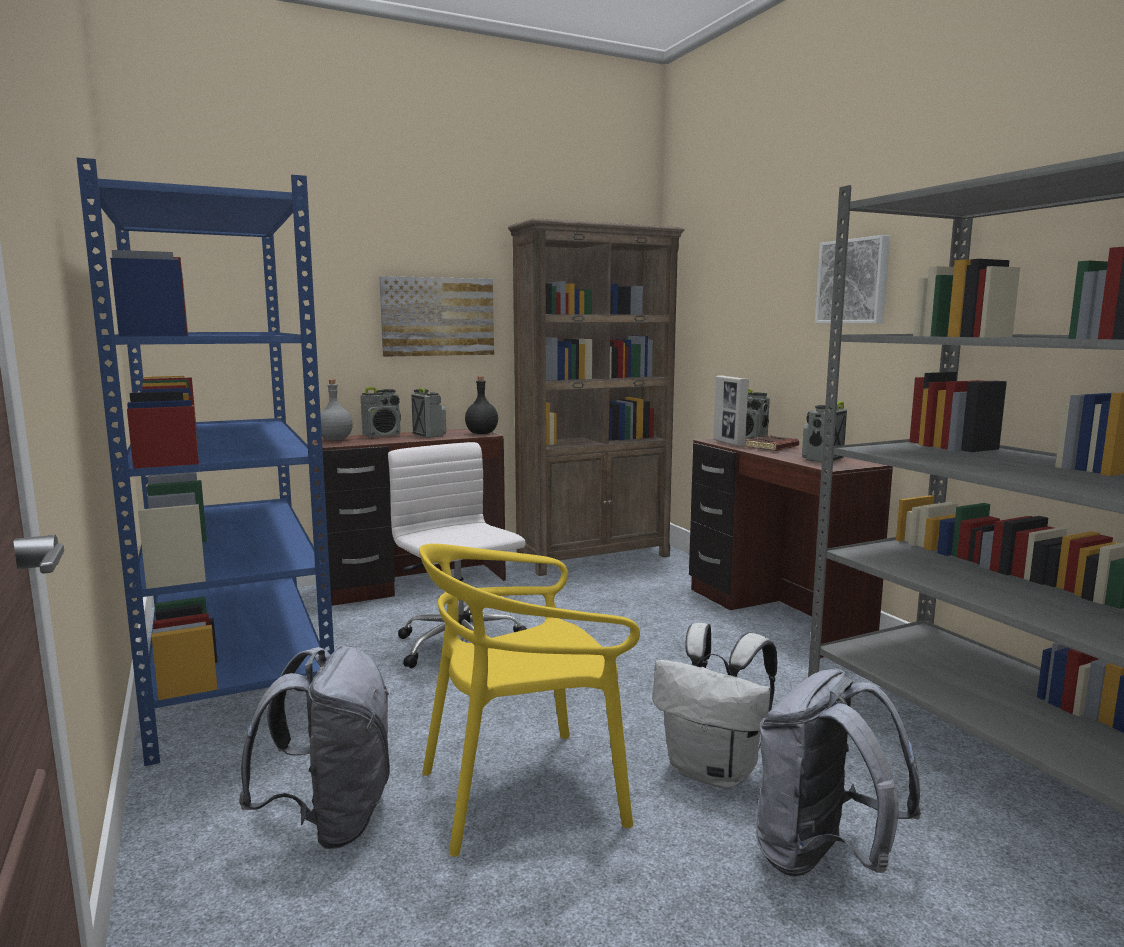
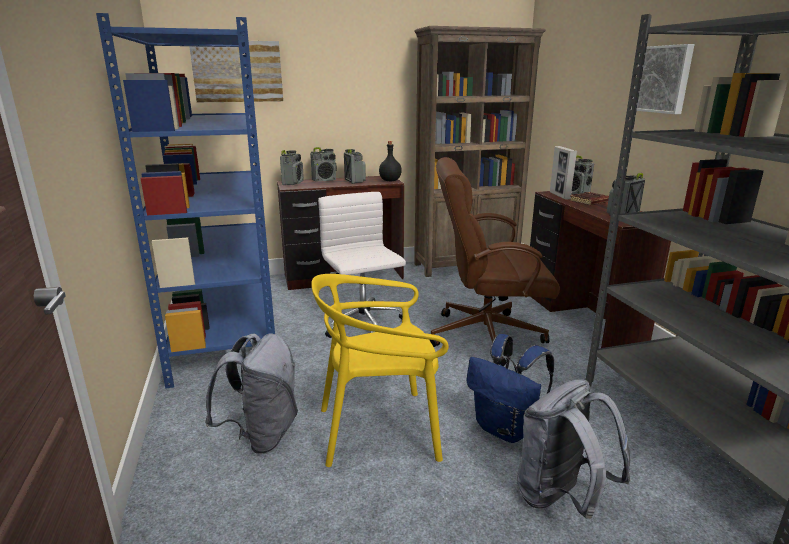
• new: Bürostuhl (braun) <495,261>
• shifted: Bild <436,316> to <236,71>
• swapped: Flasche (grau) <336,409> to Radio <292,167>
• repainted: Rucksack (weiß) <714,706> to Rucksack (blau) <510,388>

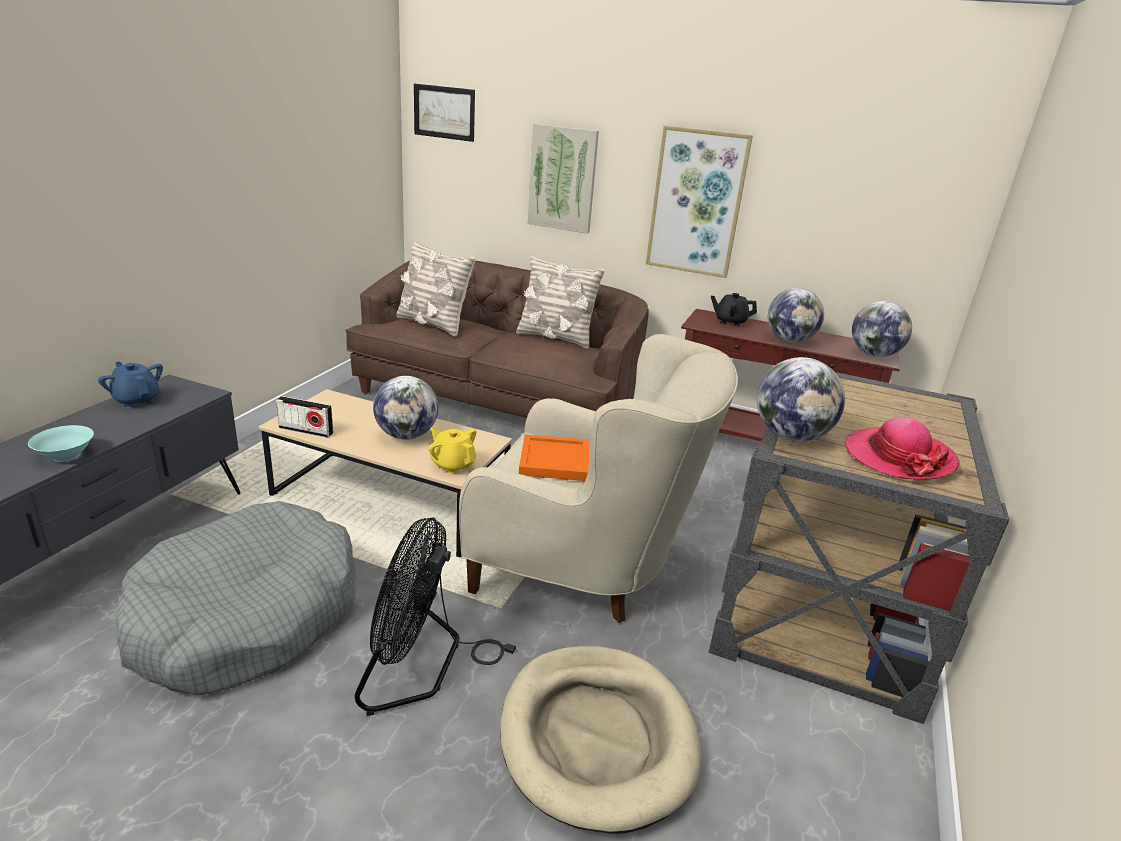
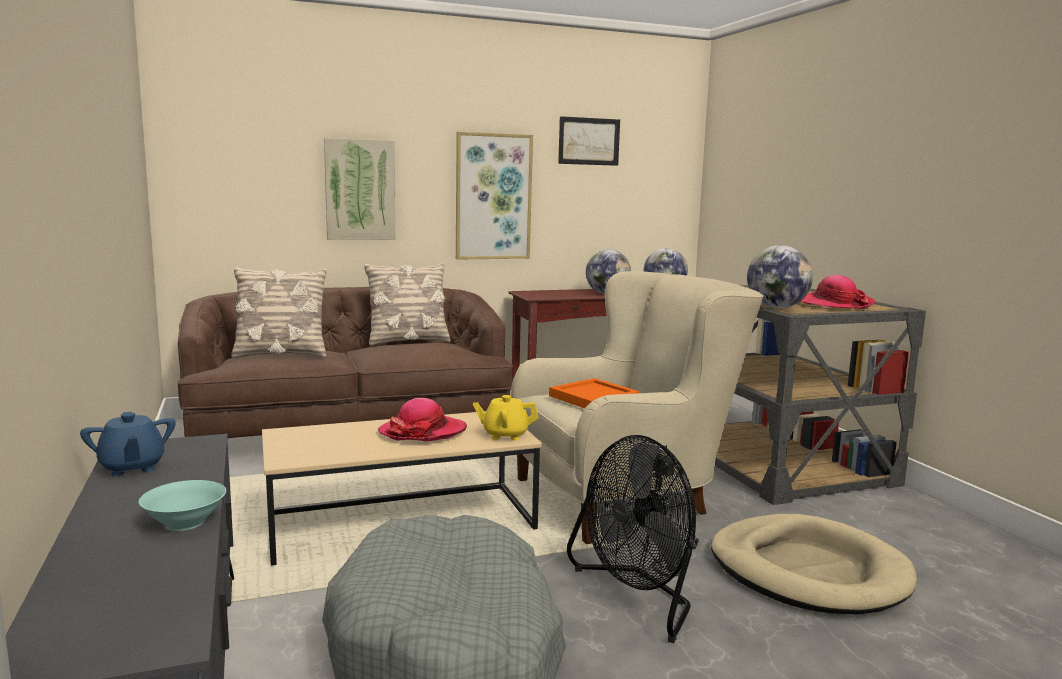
• gone: Radio <304,417>
• gone: Teekanne (schwarz) <734,310>
• shifted: Bild <444,113> to <589,141>
• swapped: Globus <405,408> to Hut <422,419>
• rotated: Teekanne (blau) <130,385> = <128,444> 120 degrees counterclockwise

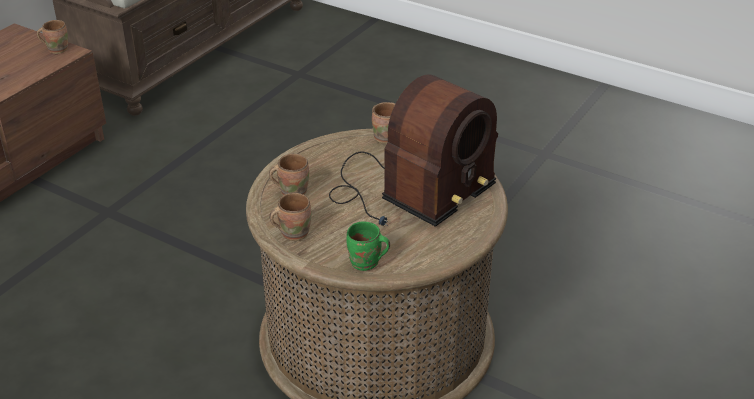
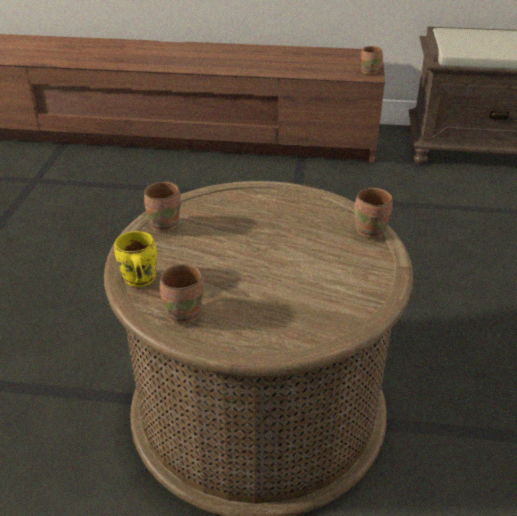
• gone: Radio <413,151>
• shifted: Henkelbecher (braun) <289,174> to <182,294>
• repainted: Henkelbecher (grün) <368,246> to Henkelbecher (gelb) <135,259>

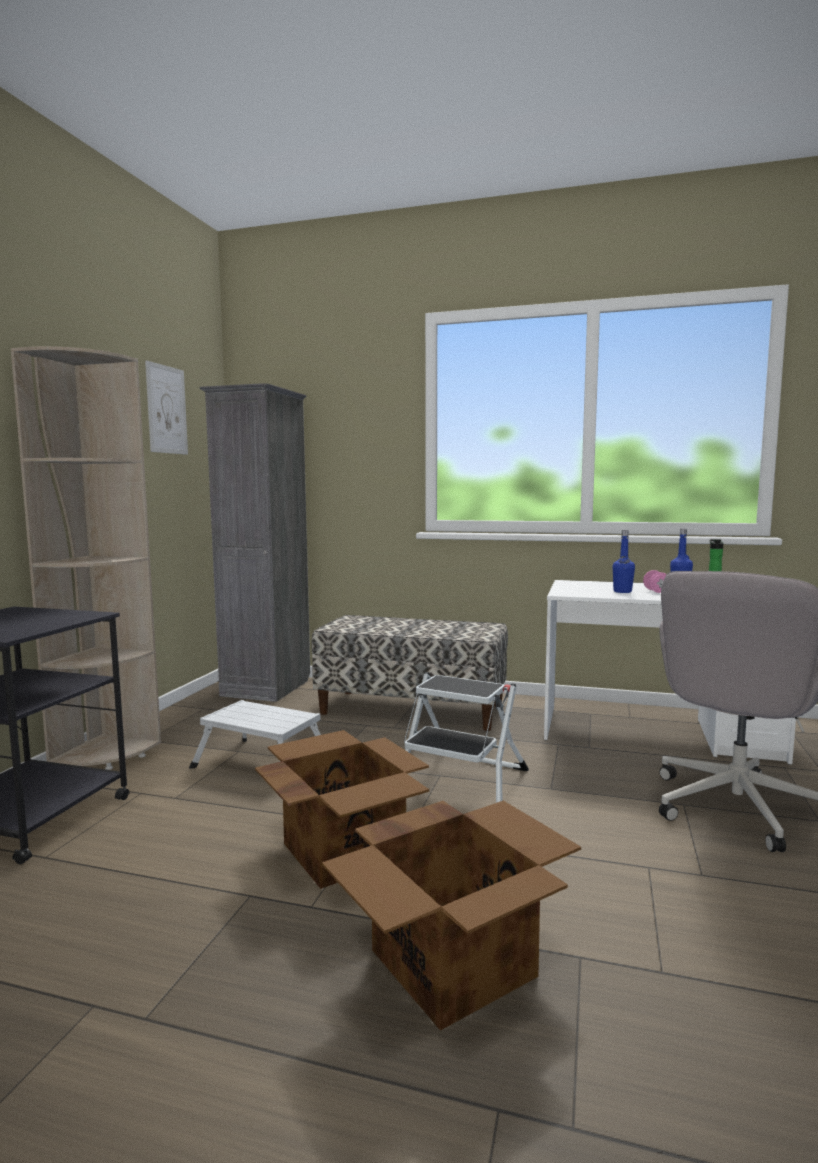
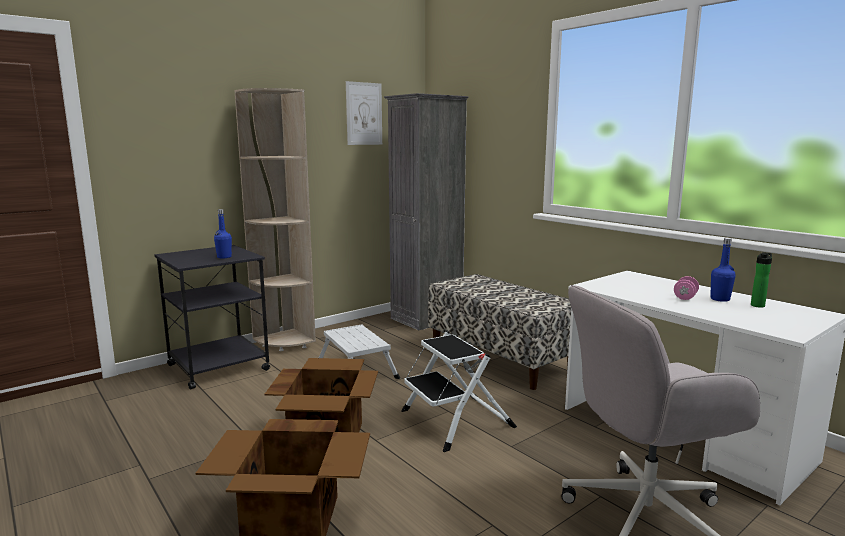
• shifted: Flasche (blau) <624,561> to <223,234>

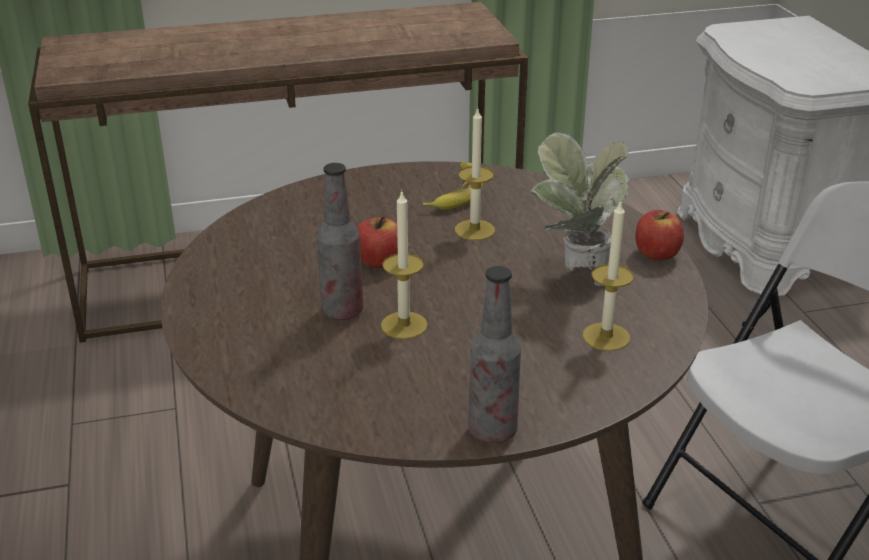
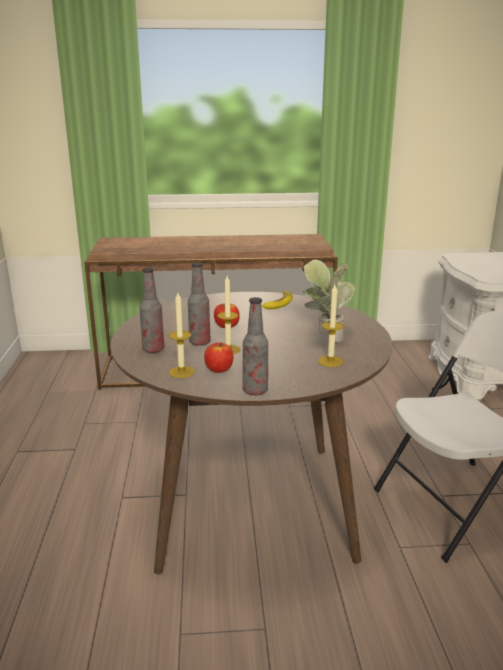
• new: Flasche <151,310>
• shifted: Kerze <475,173> to <182,335>
• shifted: Apfel <660,235> to <218,357>

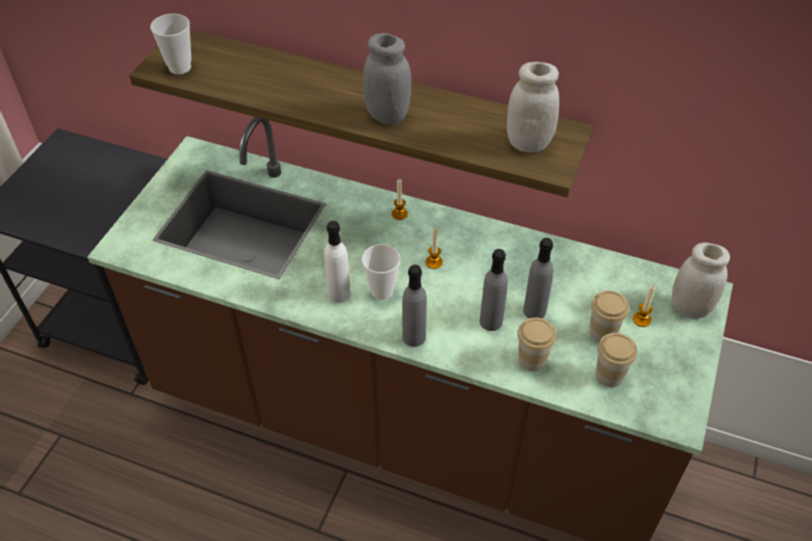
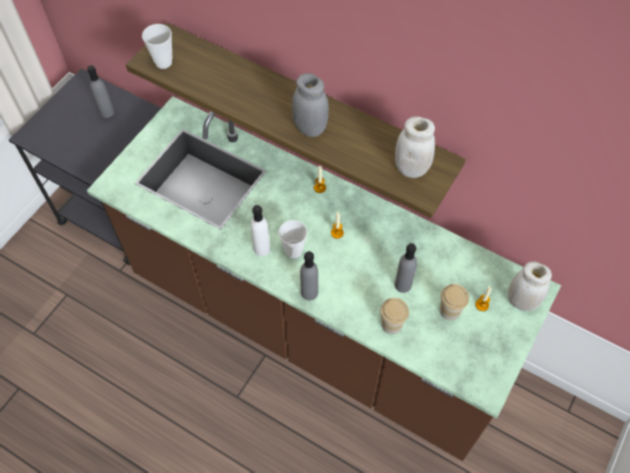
• gone: Tasse <616,360>
• shifted: Flasche (grau) <494,290> to <100,91>

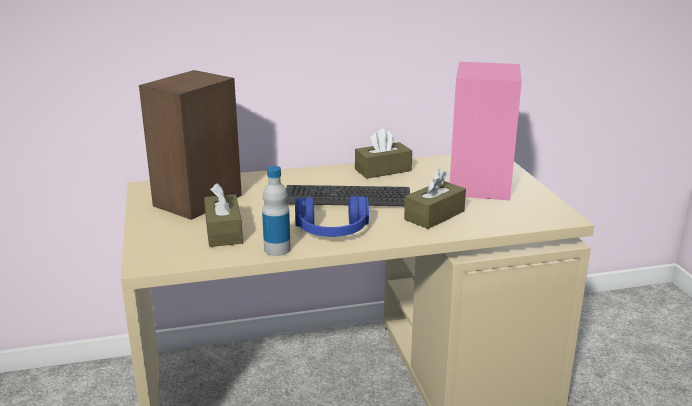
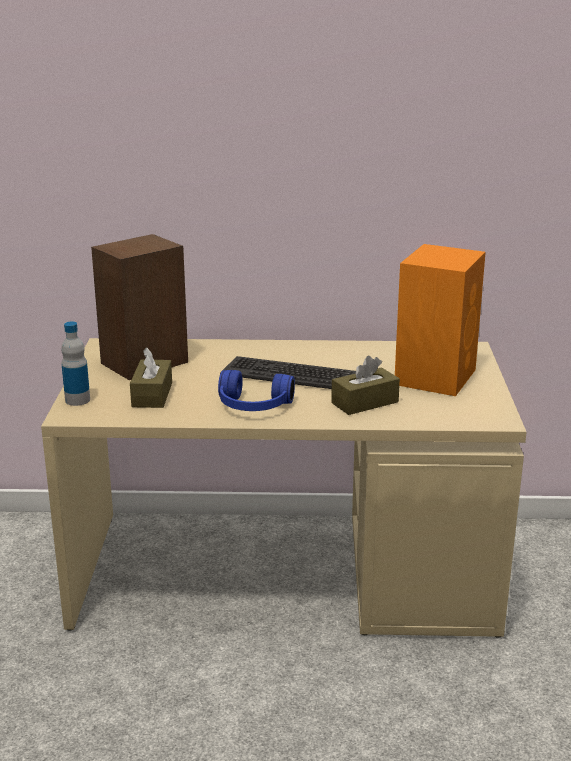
• gone: Taschentuchbox (braun) <383,153>
• shifted: Flasche <276,211> to <75,364>
• repainted: Lautsprecher (rosa) <486,131> to Lautsprecher (orange) <440,320>

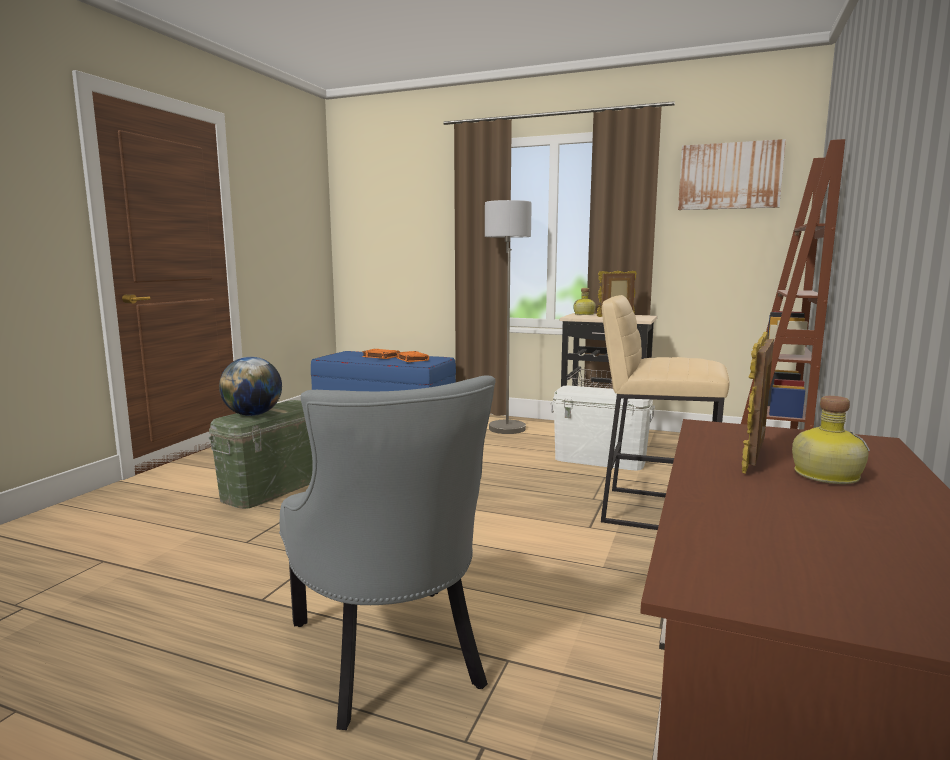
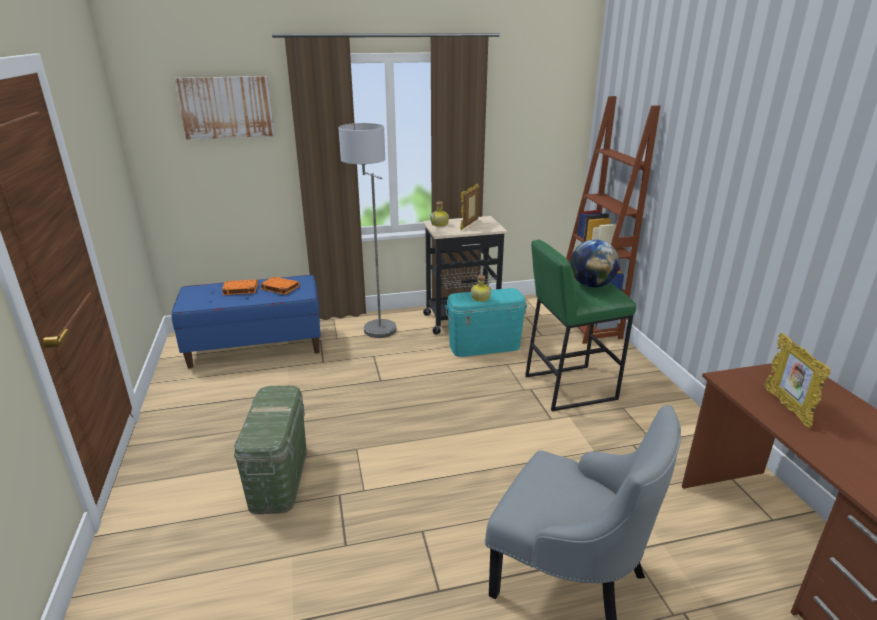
• shifted: Globus <250,386> to <595,263>
• shifted: Bild <732,174> to <225,108>
• shifted: Flasche <831,440> to <481,288>
• repainted: Aufbewahrungsbox (weiß) <603,428> to Aufbewahrungsbox (türkis) <486,322>
• repainted: Hocker (beige) <665,412> to Hocker (grün) <580,325>

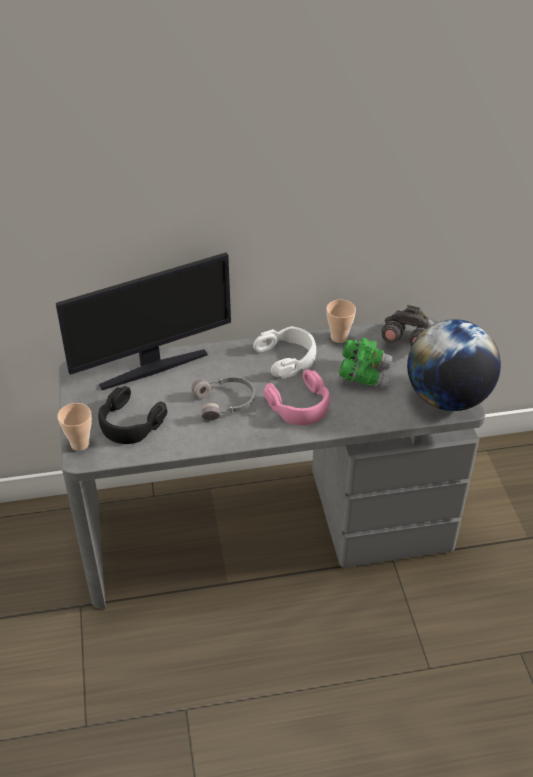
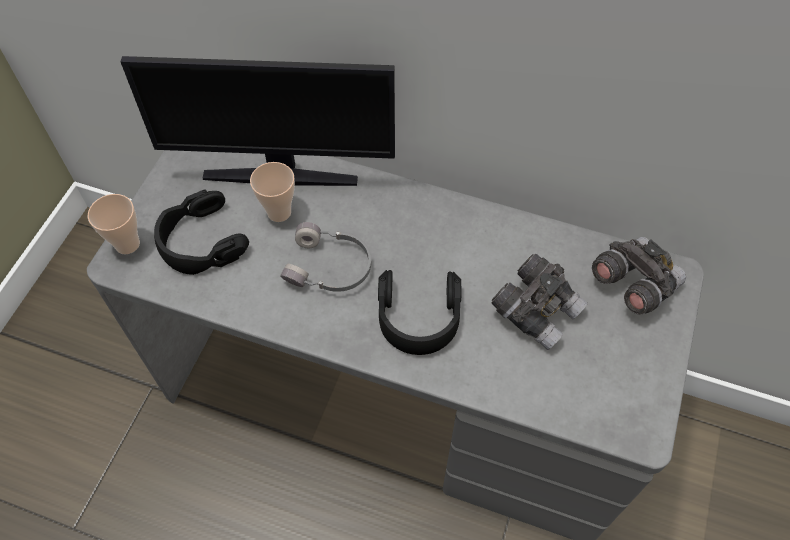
• gone: Kopfhörer (weiß) <284,352>
• gone: Globus <454,365>
• shifted: Tasse <341,321> to <272,192>
• repainted: Kopfhörer (rosa) <297,397> to Kopfhörer (schwarz) <419,312>
• repainted: Fernglas (grün) <365,363> to Fernglas (grau) <539,302>

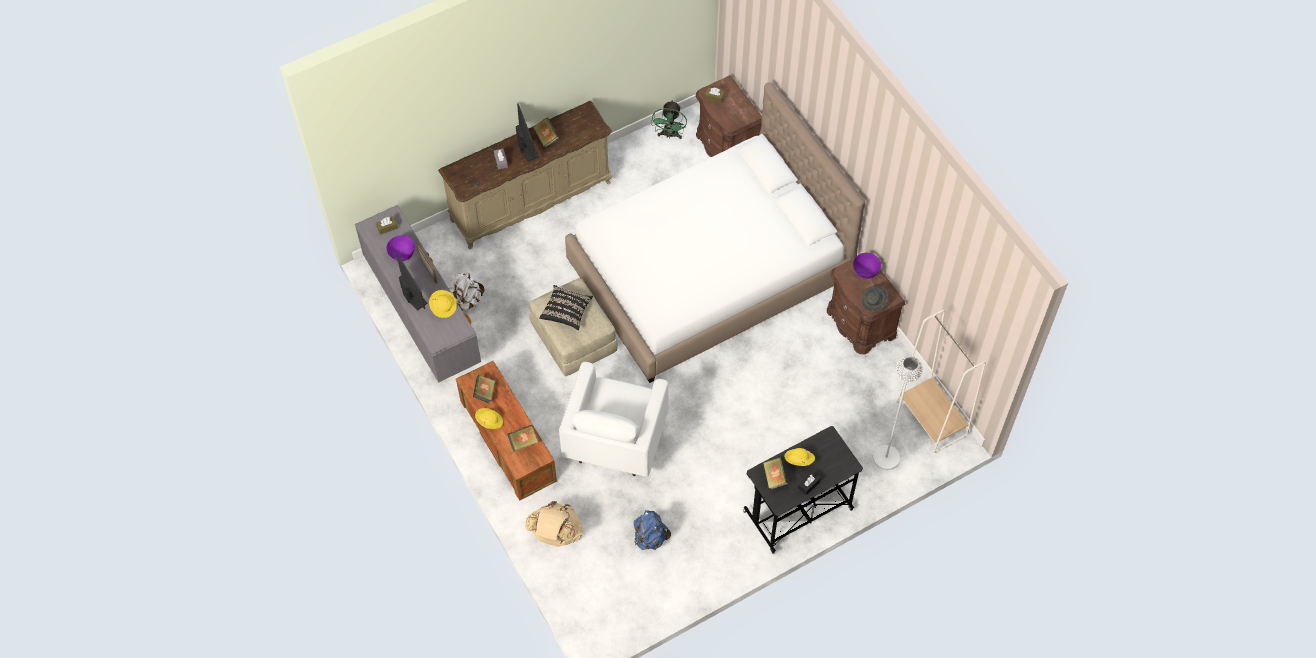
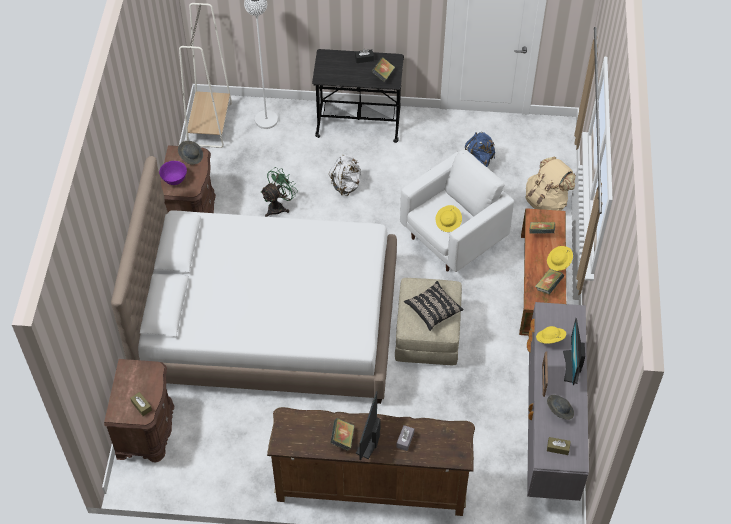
• shifted: Rucksack (weiß) <466,292> to <345,175>
• shifted: Ventilator (grün) <669,119> to <279,192>
• shifted: Hut (gelb) <799,457> to <449,218>
• swapped: Schüssel (lila) <401,248> to Hut (grau) <560,407>

